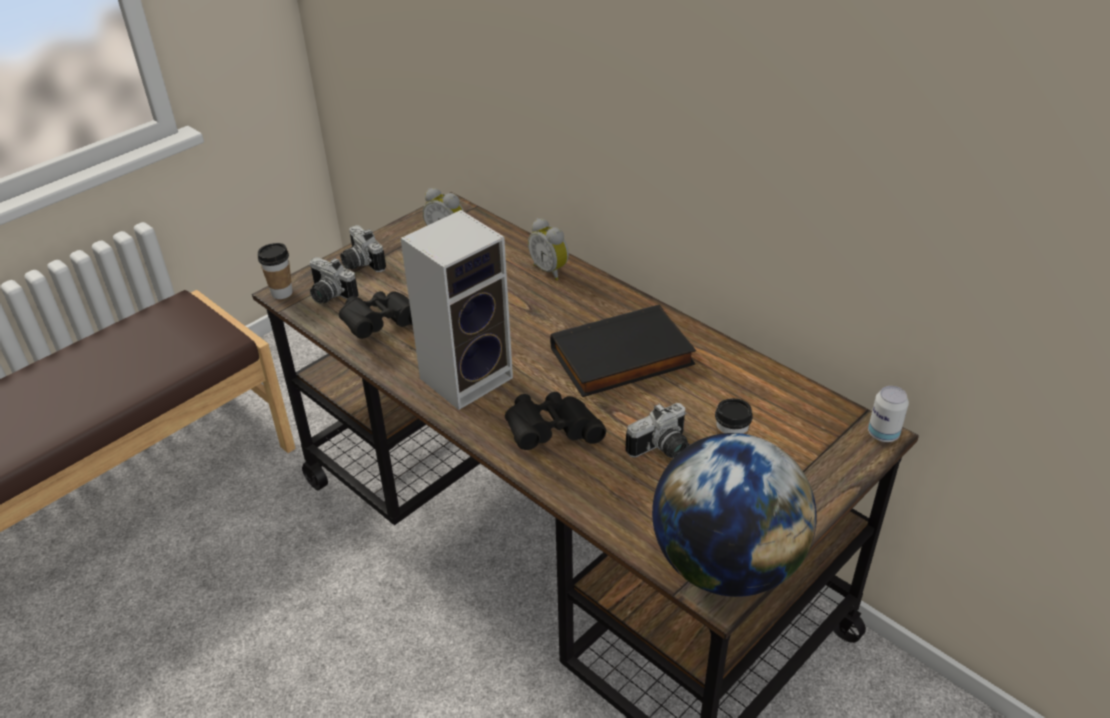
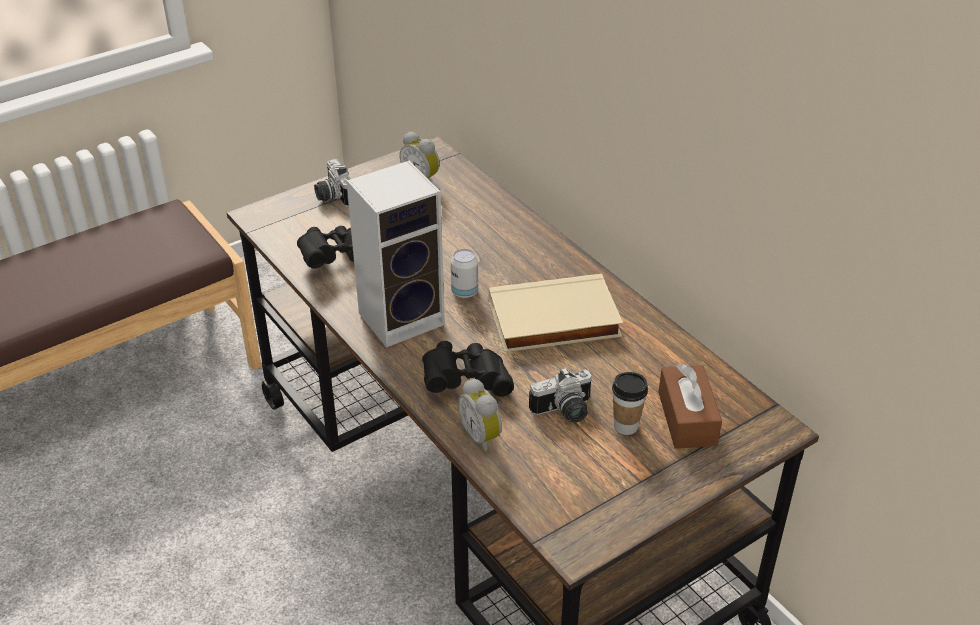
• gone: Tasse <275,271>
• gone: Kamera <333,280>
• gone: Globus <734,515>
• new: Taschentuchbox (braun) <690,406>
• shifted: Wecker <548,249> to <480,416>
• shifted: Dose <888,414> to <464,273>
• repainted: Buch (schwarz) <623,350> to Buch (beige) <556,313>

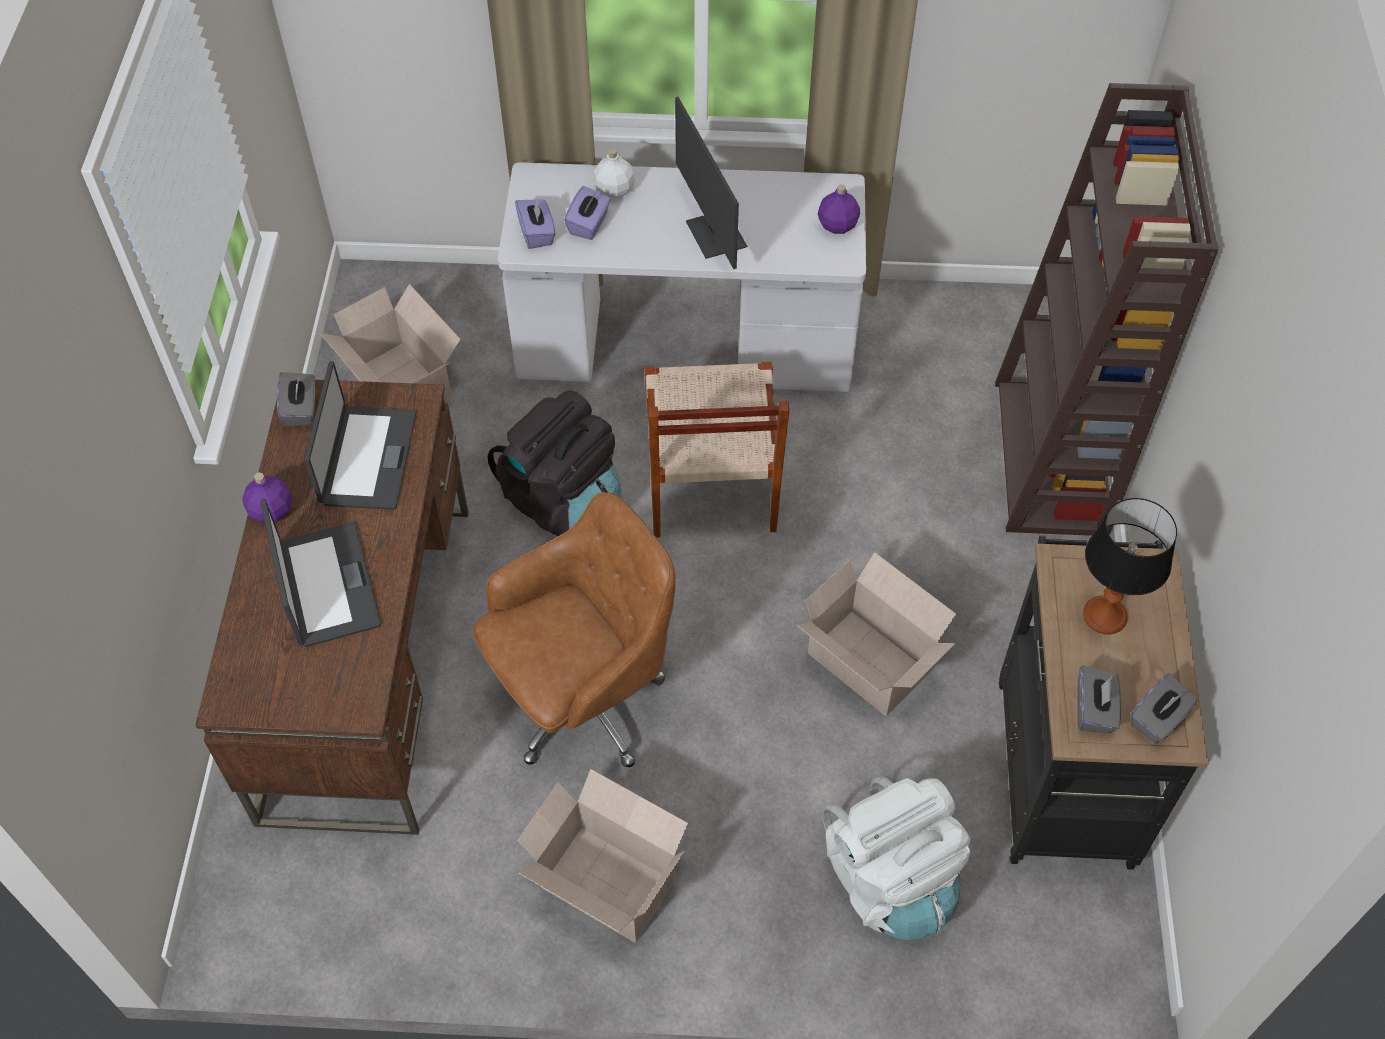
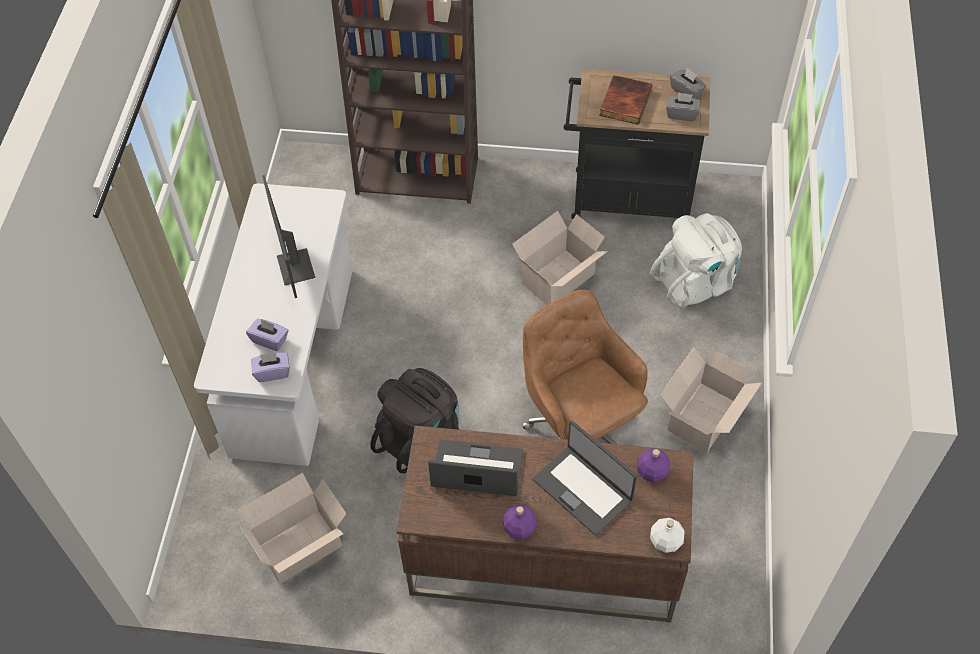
• gone: Taschentuchbox (grau) <296,399>
• gone: Stuhl <717,450>
• shifted: Flasche (weiß) <614,173> to <667,535>
• shifted: Flasche (lila) <839,209> to <653,465>
• swapped: Tischlampe <1130,566> to Buch <626,100>
• rotated: Laptop <320,573> = <585,478> 120 degrees counterclockwise
• rotated: Monitor <711,183> = <288,236> 90 degrees clockwise

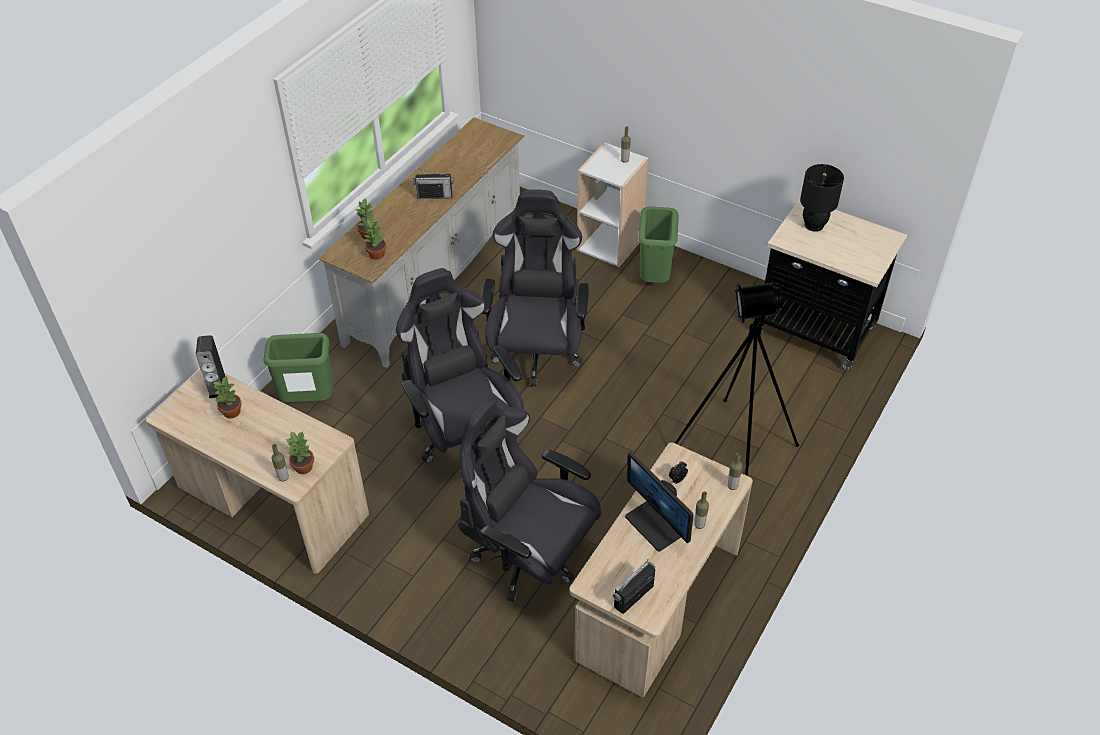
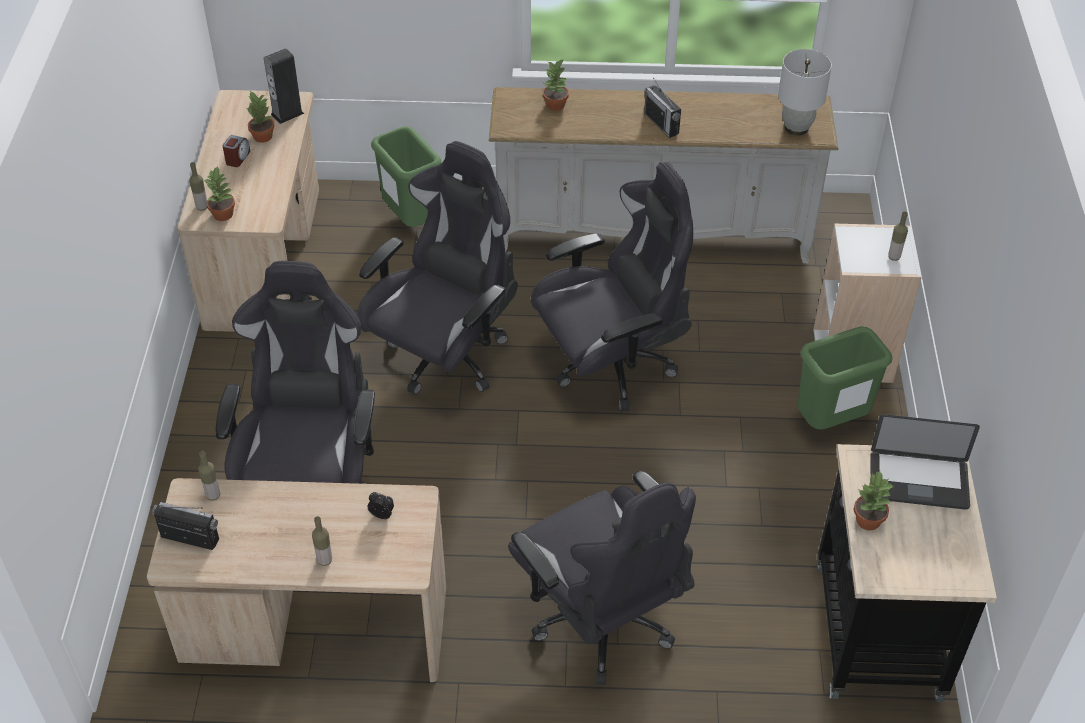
• gone: Monitor <659,501>
• new: Wecker <236,151>
• new: Tischlampe (weiß) <805,92>
• shifted: Topfpflanze <375,240> to <874,500>
• shifted: Flasche <735,471> to <209,475>
• swapped: Stehlampe (schwarz) <737,379> to Bürostuhl (schwarz) <602,578>
• swapped: Tischlampe (schwarz) <822,198> to Laptop <925,462>

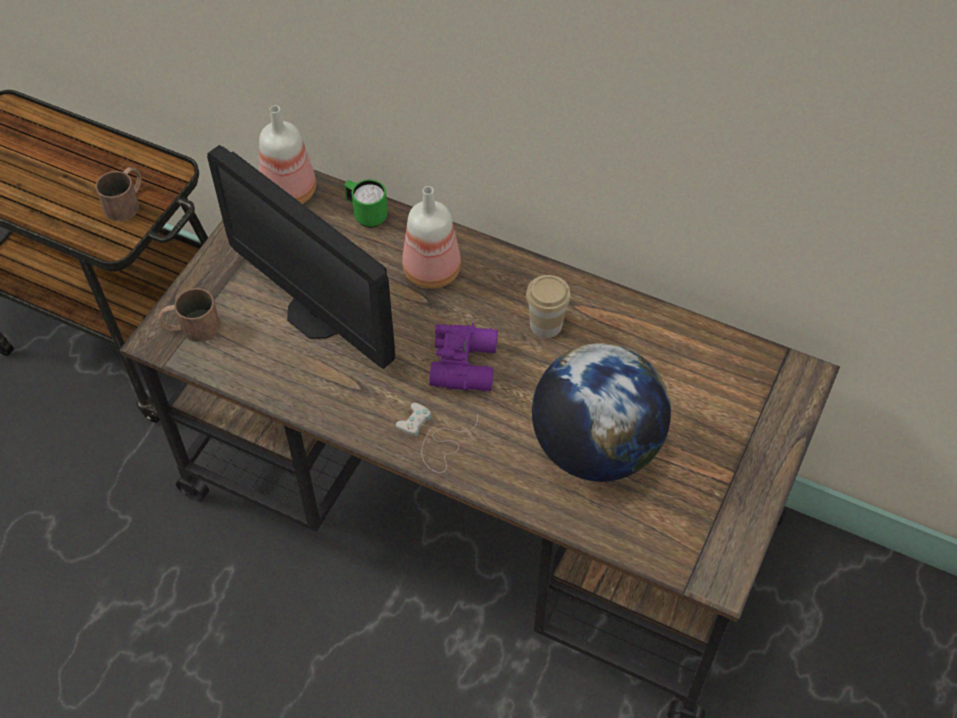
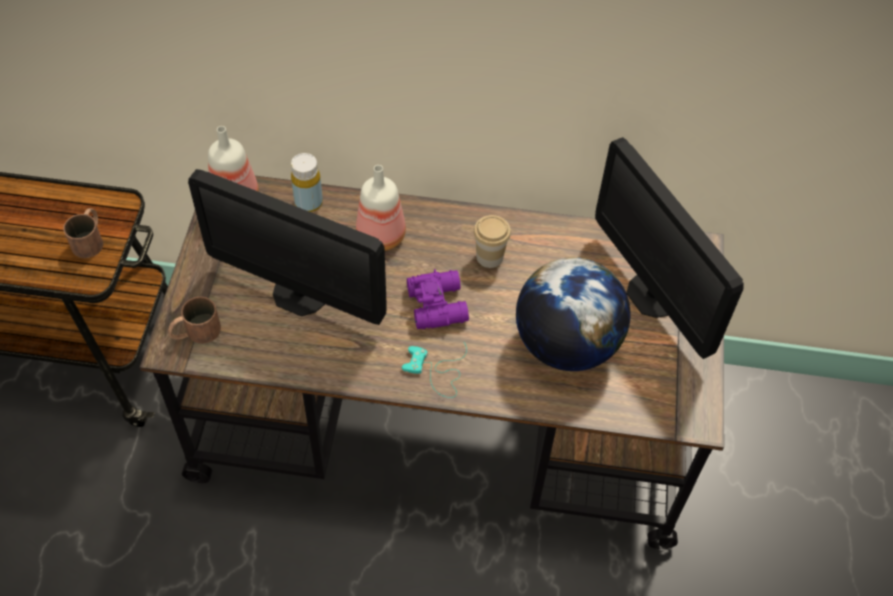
• new: Monitor <669,248>
• swapped: Henkelbecher (grün) <366,203> to Flasche (gelb) <307,182>
• repainted: Gamepad (weiß) <437,438> to Gamepad (türkis) <434,370>

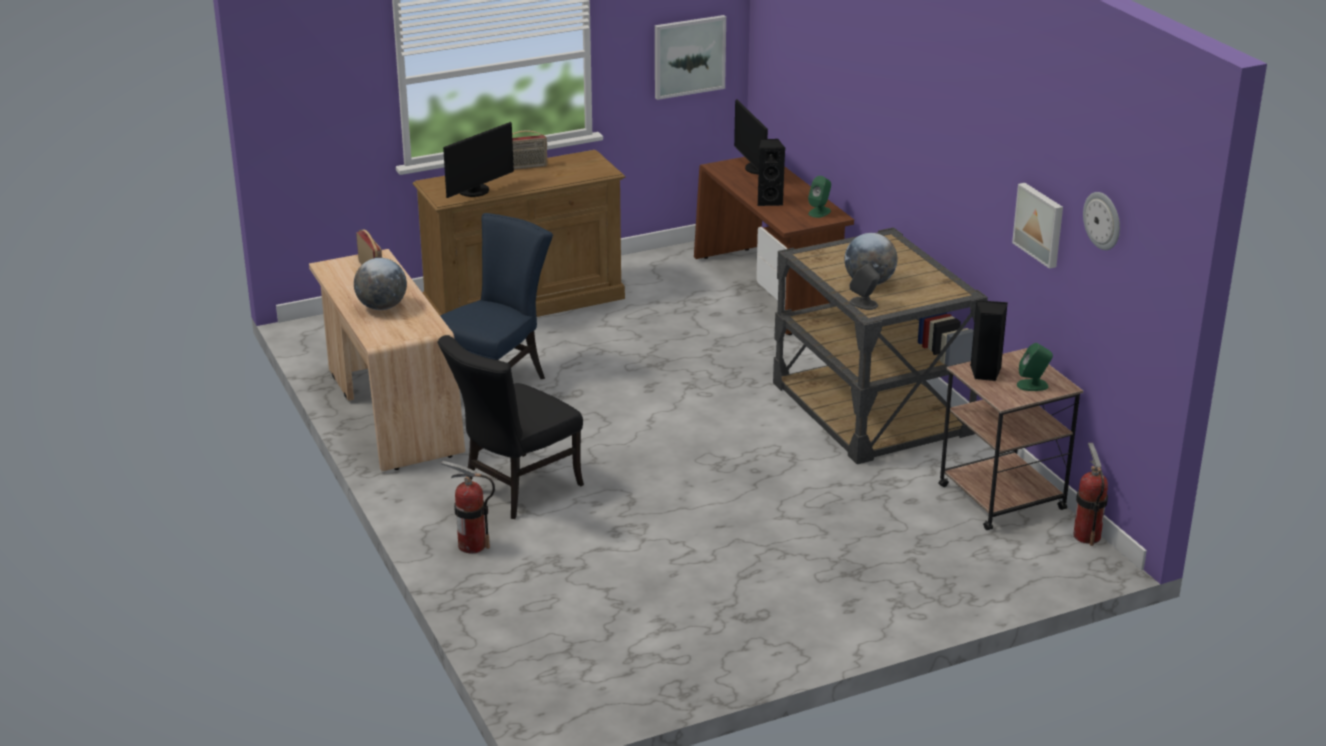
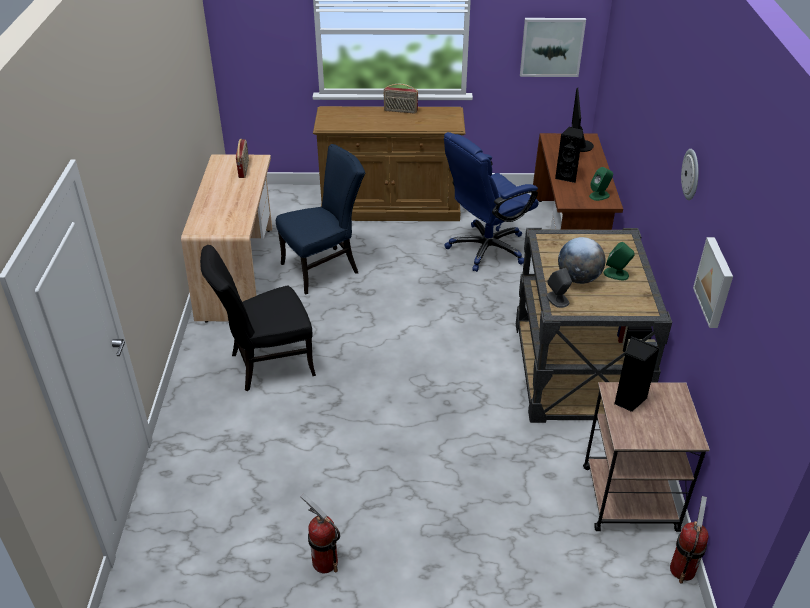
• gone: Globus <380,284>
• gone: Monitor <478,160>
• new: Bürostuhl (blau) <491,202>
• shifted: Feuerlöscher <468,507> to <320,533>
• shifted: Lautsprecher (grün) <1035,367> to <619,261>
• shifted: Wanduhr <1101,221> to <690,174>

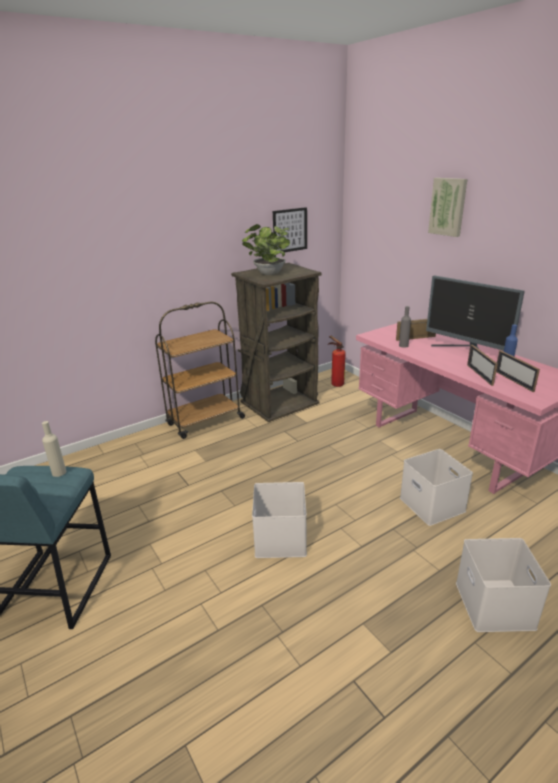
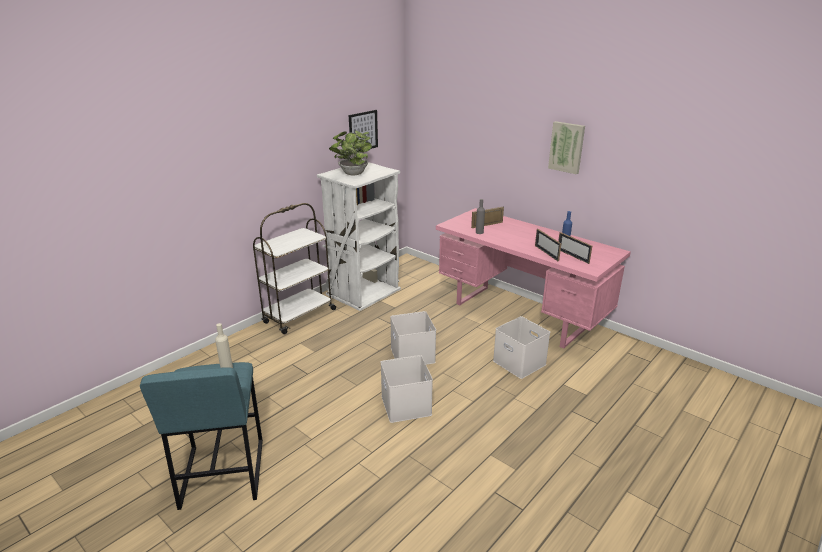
• gone: Feuerlöscher <336,361>
• gone: Monitor <475,313>
• shifted: Bild <447,207> to <566,147>
• shifted: Aufbewahrungsbox (weiß) <503,585> to <413,338>
• repainted: Rollwagen (braun) <200,370> to Rollwagen (weiß) <294,269>
• repainted: Bücherregal (braun) <276,342> to Bücherregal (weiß) <359,236>

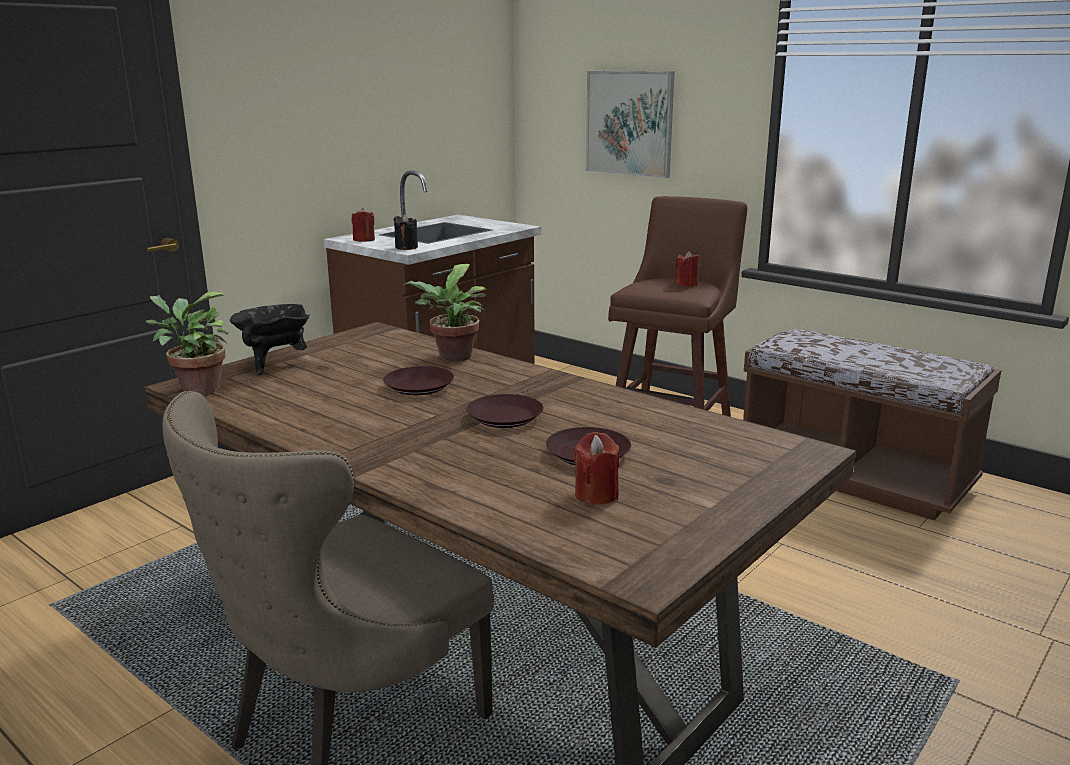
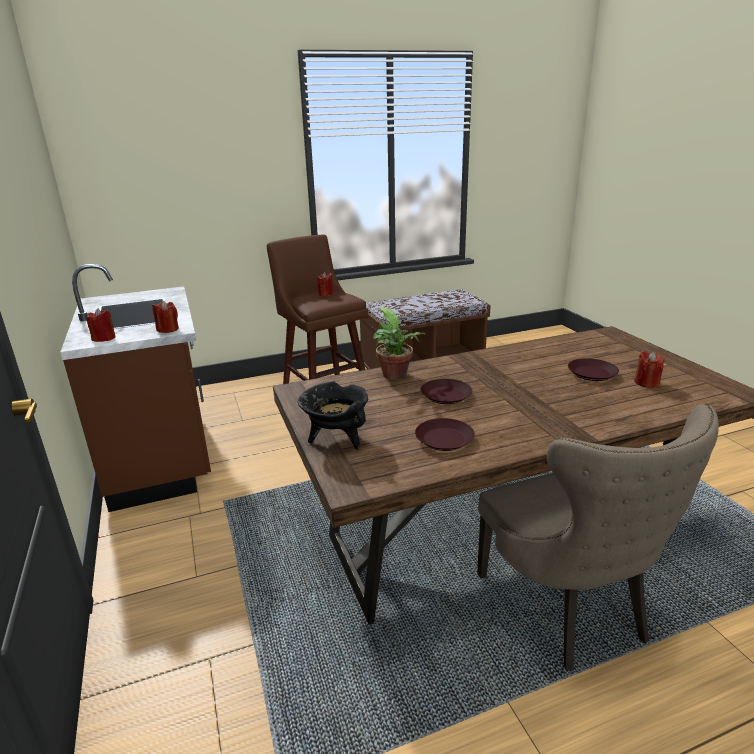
• gone: Topfpflanze <187,343>
• gone: Bild <630,124>
• shifted: Teller (braun) <504,411> to <445,434>
• repainted: Kerze (schwarz) <406,232> to Kerze (rot) <165,317>

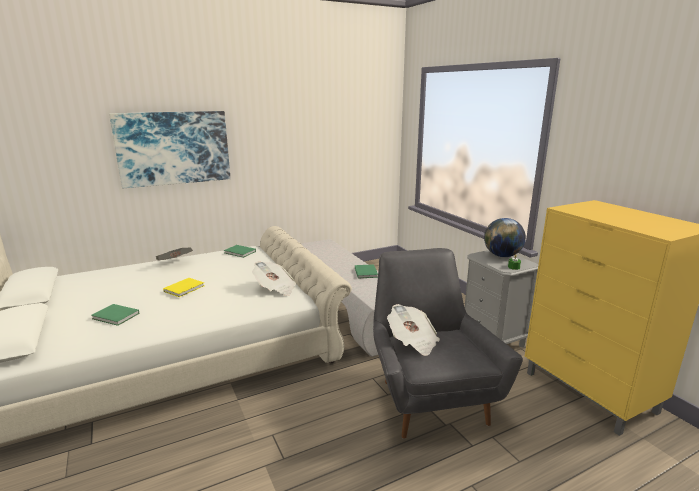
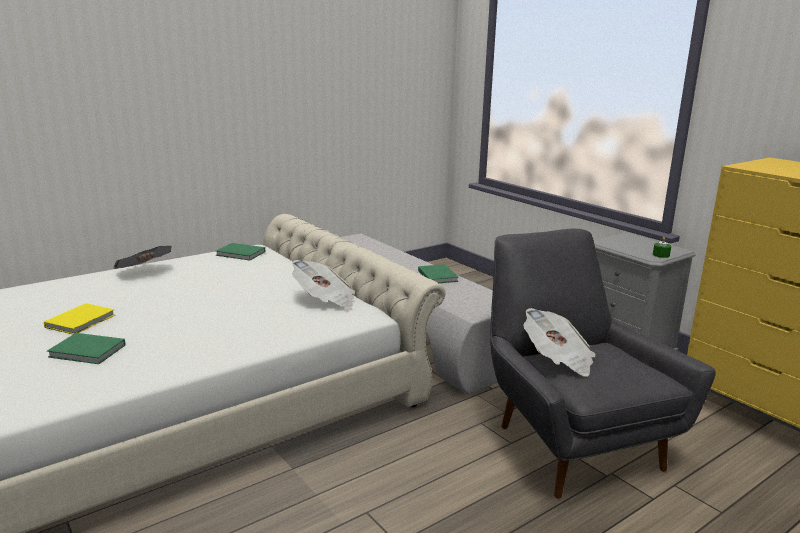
• gone: Bild <170,149>
• gone: Globus <505,237>
• shifted: Buch (gelb) <183,287> to <79,318>

